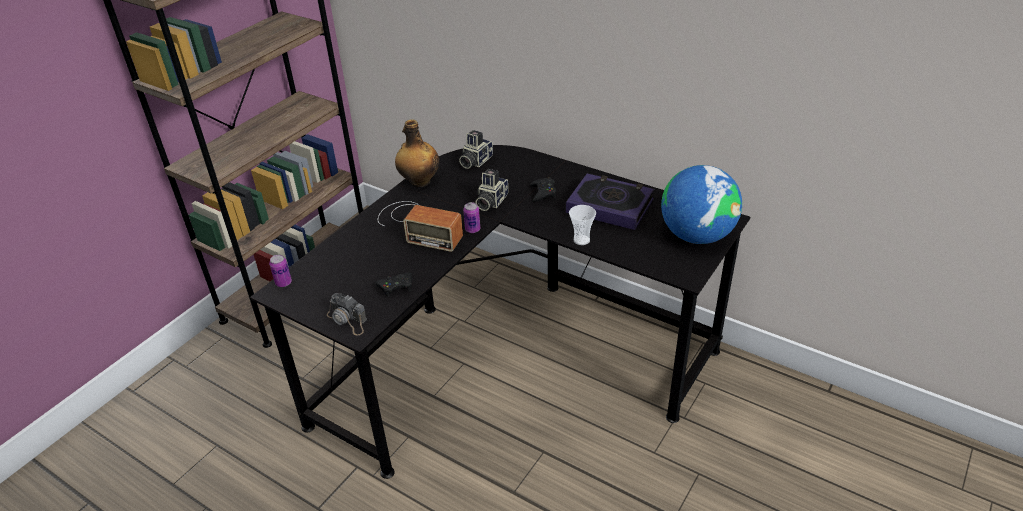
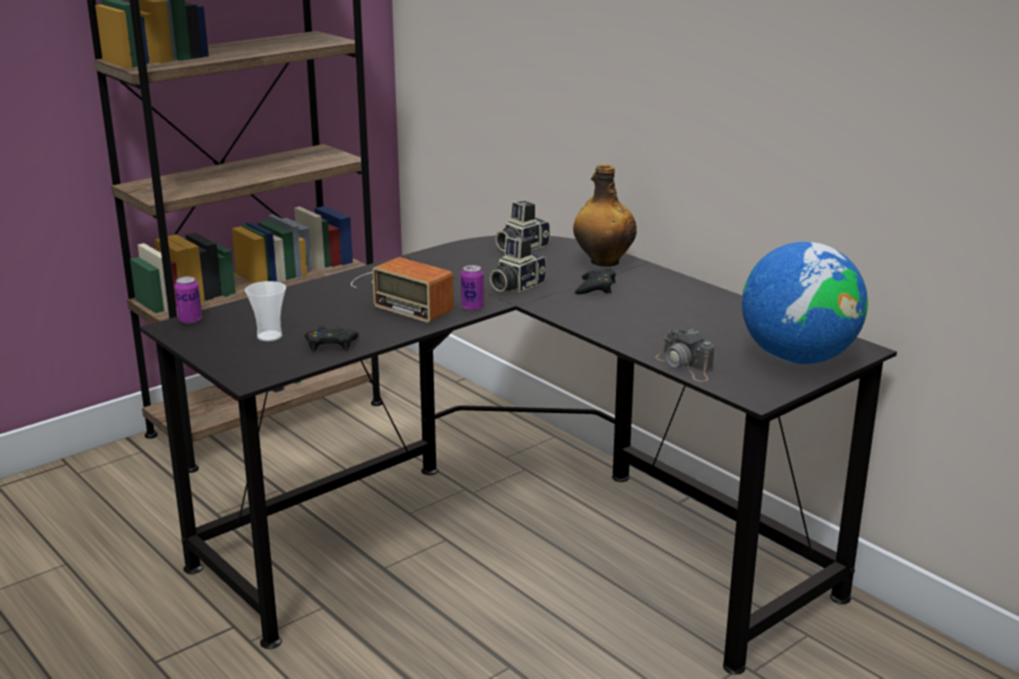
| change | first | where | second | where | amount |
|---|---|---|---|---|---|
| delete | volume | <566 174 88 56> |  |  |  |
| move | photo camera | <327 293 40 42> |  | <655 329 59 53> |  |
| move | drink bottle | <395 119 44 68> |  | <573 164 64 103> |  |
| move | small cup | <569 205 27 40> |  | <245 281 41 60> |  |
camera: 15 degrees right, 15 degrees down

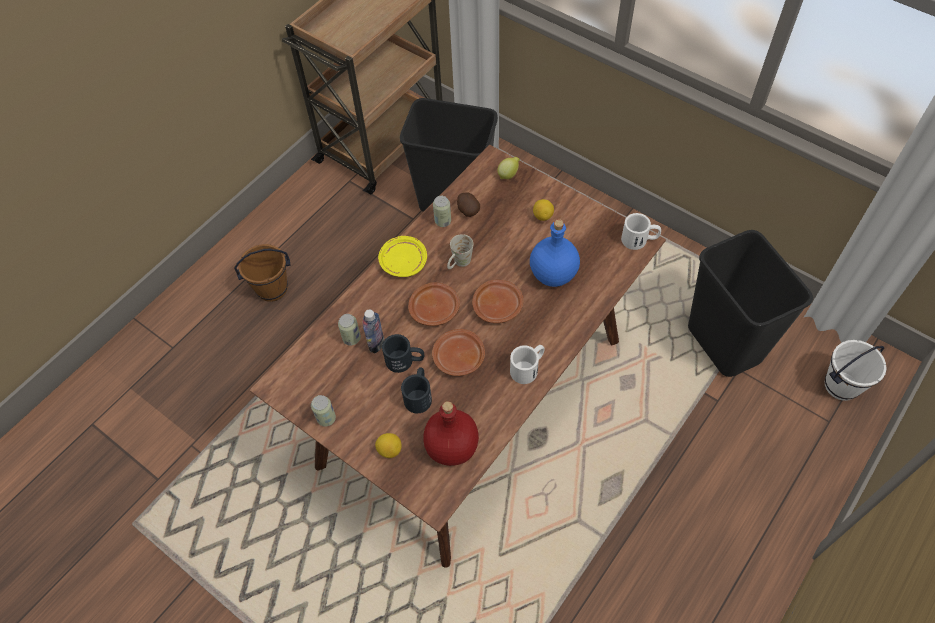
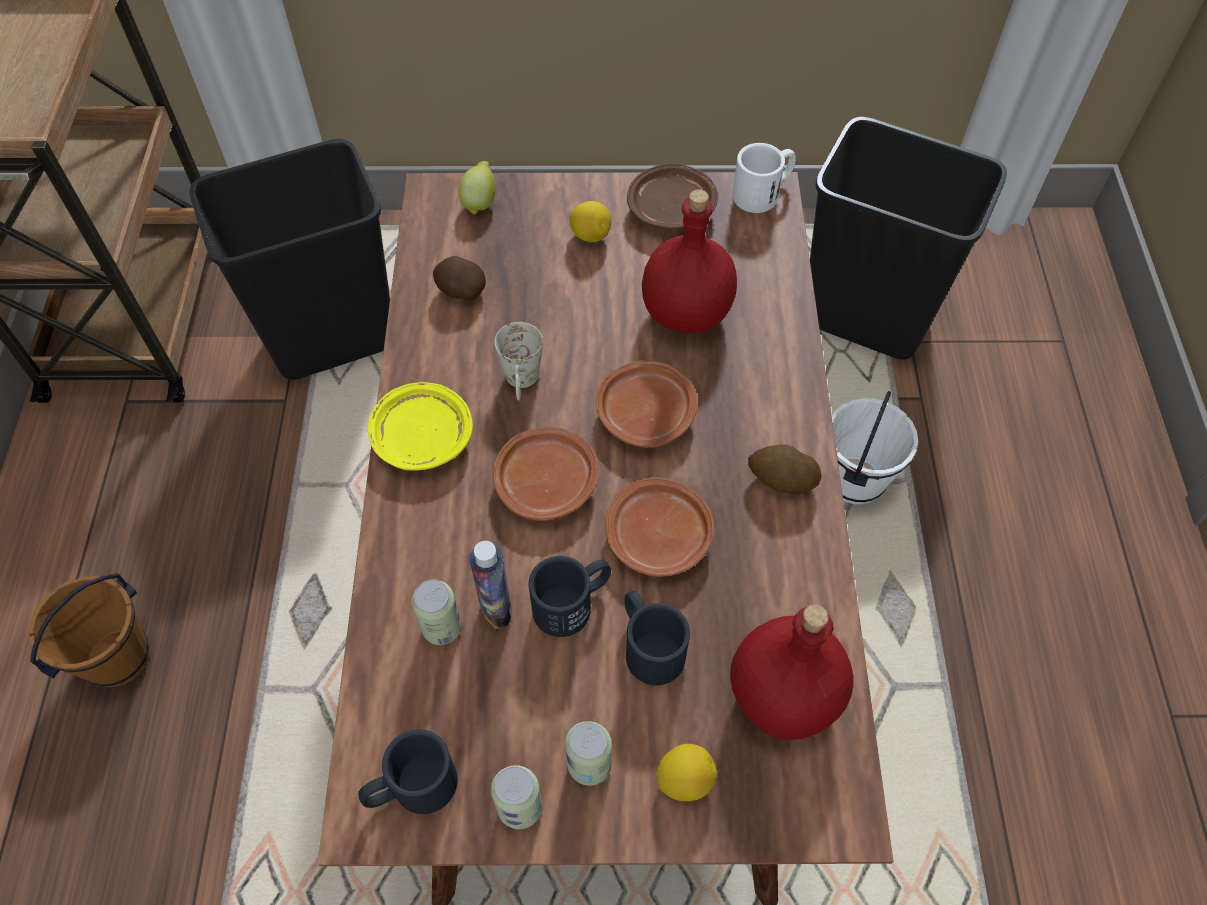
| change | first | where | second | where | amount |
|---|---|---|---|---|---|
| insert |  |  | mug/black-coloured | <358 729 100 85> |  |
| insert |  |  | dinner plate/brown-coloured | <627 163 91 67> |  |
| move | can | <433 196 18 31> |  | <565 721 47 65> |  |
| move | water bucket/white | <825 340 62 61> |  | <832 391 86 113> |  |
| replace | mug/white | <510 345 35 39> | spud | <748 445 74 49> |  |
| recolor | drink bottle/blue-coloured | <530 219 50 68> | drink bottle/red-coloured | <642 189 95 144> |  |
camera: 40 degrees left, 0 degrees up

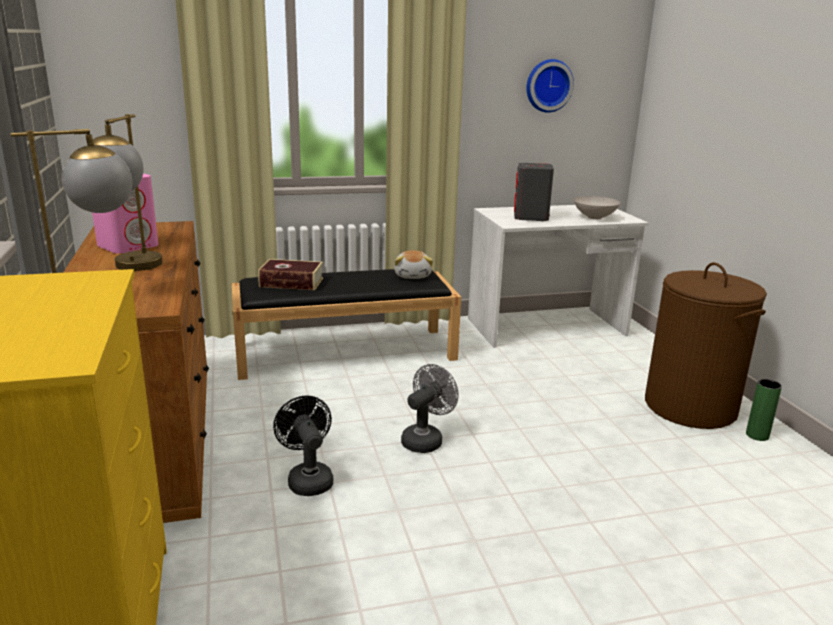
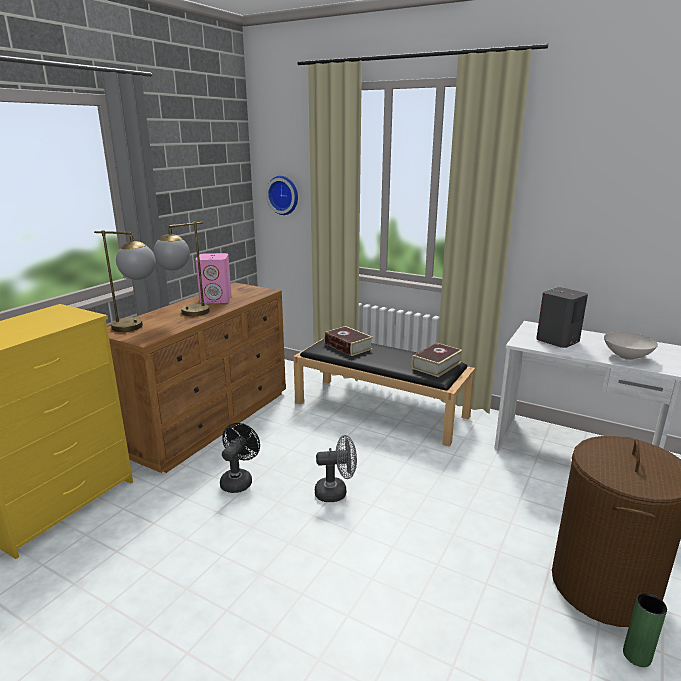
| change | first | where | second | where | amount |
|---|---|---|---|---|---|
| move | clock on the wall | <526 59 48 54> |  | <266 176 32 39> |  |
| replace | plush toy | <394 250 39 29> | volume | <412 343 51 34> |  |
camera: 45 degrees right, 0 degrees up

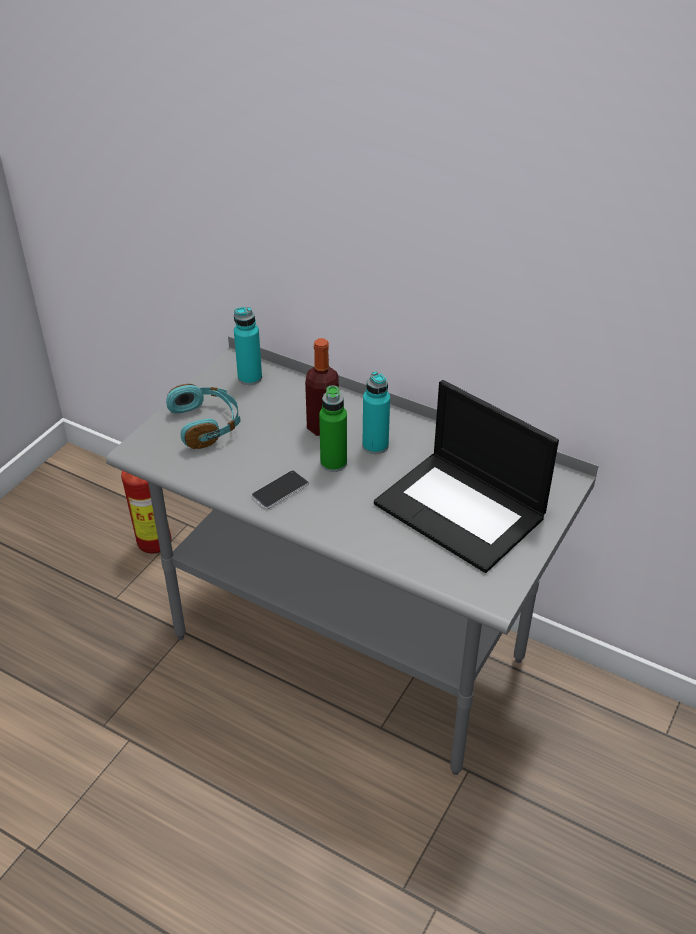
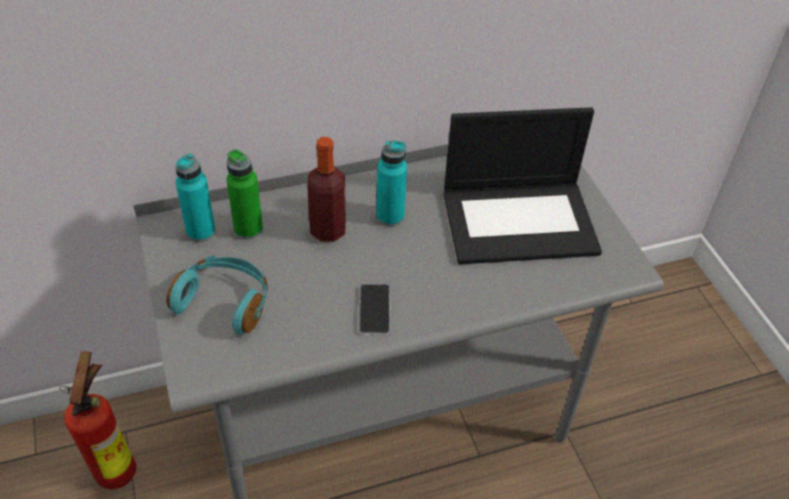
| change | first | where | second | where | amount |
|---|---|---|---|---|---|
| move | drink bottle/greenish | <319 385 28 87> |  | <226 149 37 90> |  |
camera: 50 degrees left, 5 degrees up

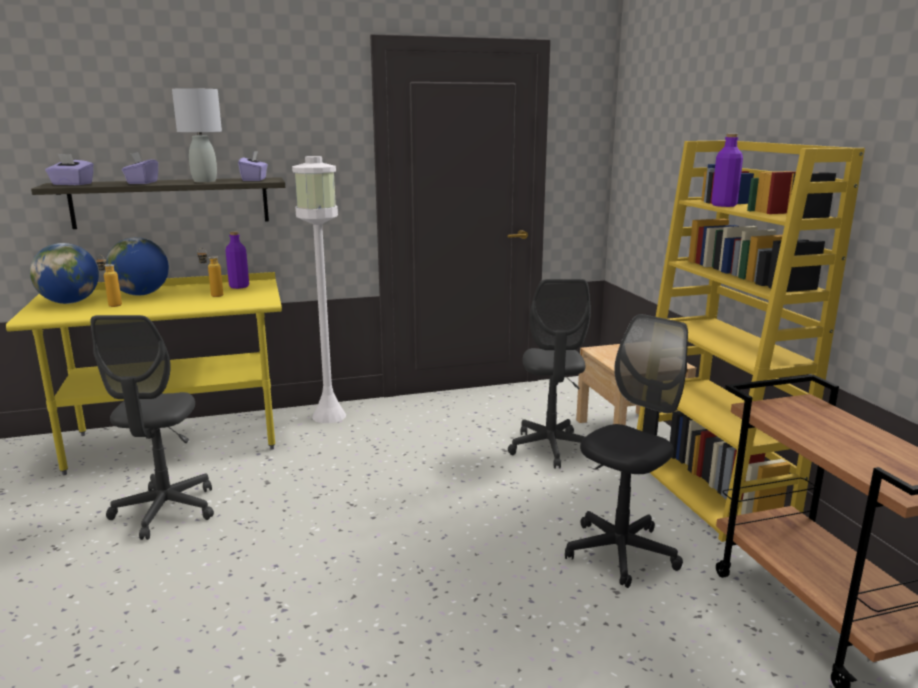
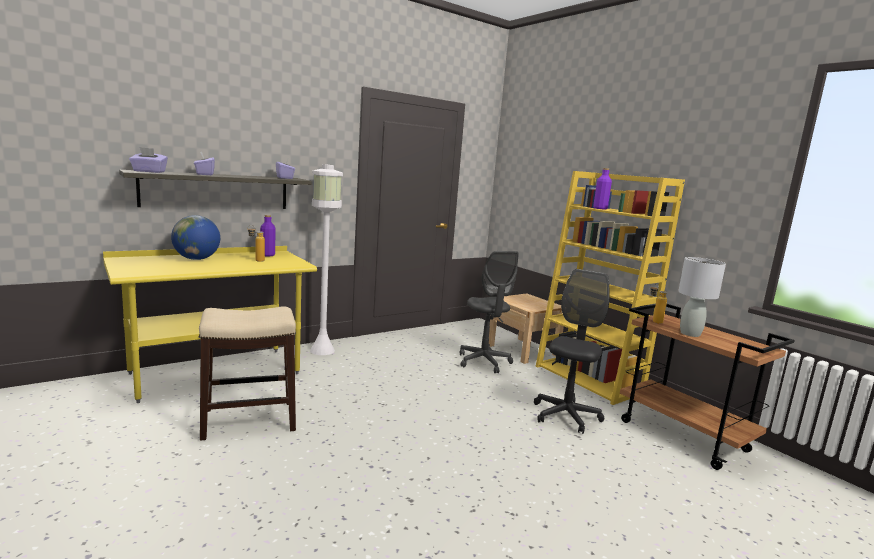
| change | first | where | second | where | amount |
|---|---|---|---|---|---|
| delete | desk globe | <30 243 69 61> |  |  |  |
| move | drink bottle | <96 255 26 52> |  | <650 284 17 40> |  |
| move | table lamp/greyish | <172 88 50 95> |  | <678 257 48 80> |  |
| replace | desk chair/greyish | <90 315 124 225> | stool seat | <199 306 97 134> |  |
camera: 20 degrees left, 5 degrees down

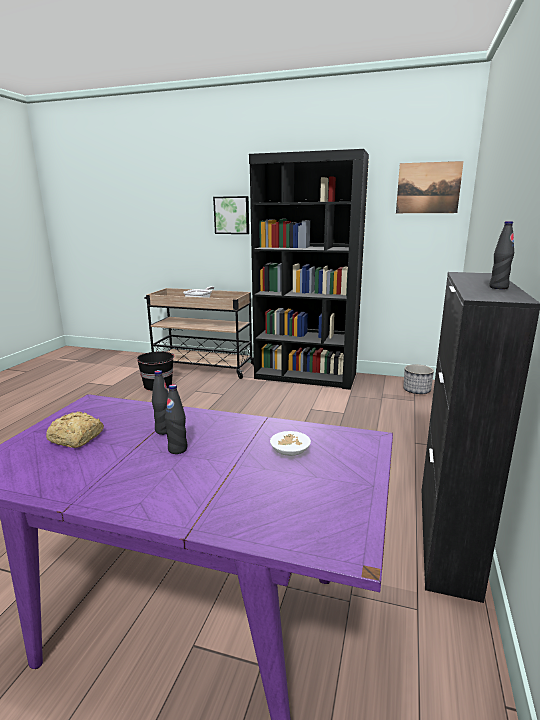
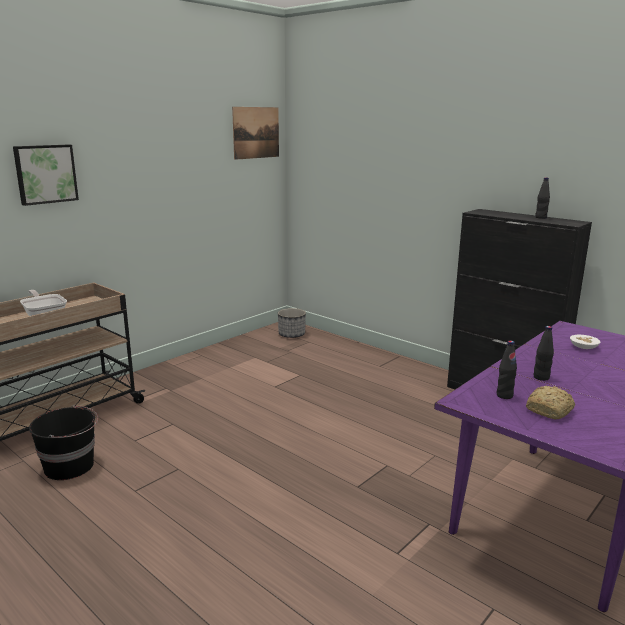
| change | first | where | second | where | amount |
|---|---|---|---|---|---|
| delete | bookcase/black-coloured | <249 149 120 241> |  |  |  |
| move | drink bottle/black-coloured | <165 384 22 70> |  | <497 341 20 58> |  |
camera: 65 degrees left, 0 degrees up

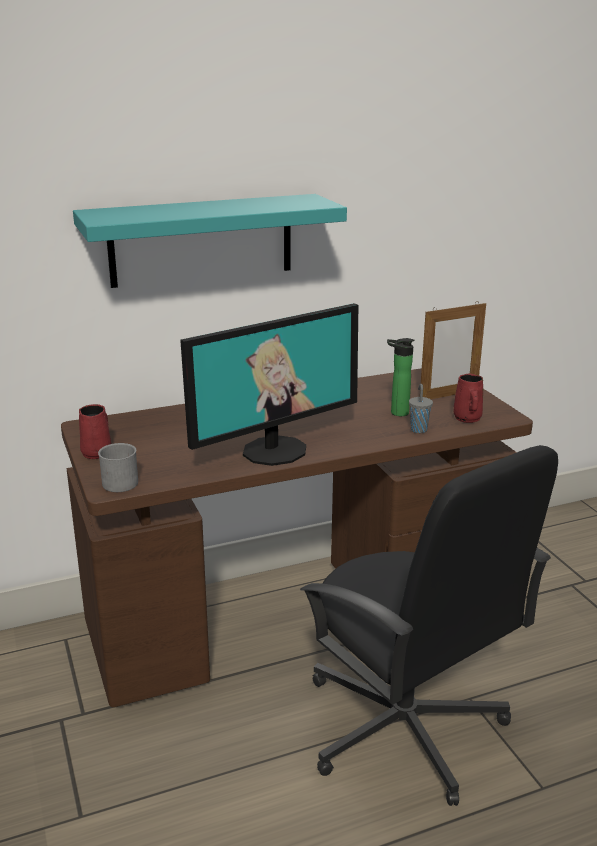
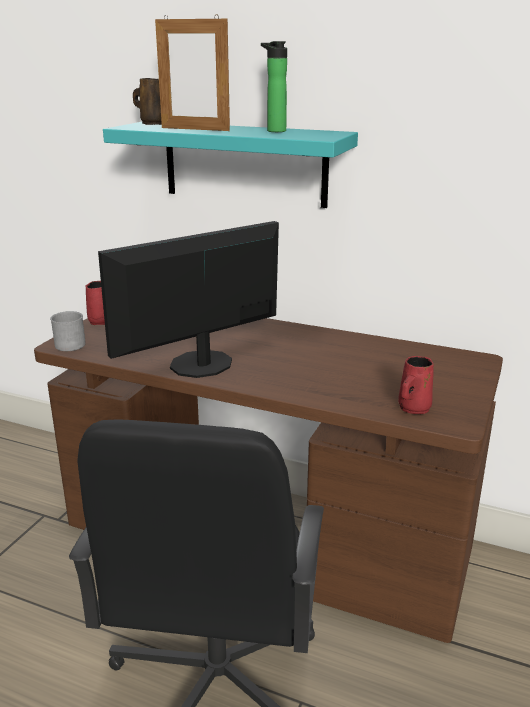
| change | first | where | second | where | amount |
|---|---|---|---|---|---|
| delete | small cup/greyish | <409 384 24 49> |  |  |  |
| insert |  |  | mug/brown-coloured | <133 78 29 47> |  |
| move | drink bottle | <387 338 27 78> |  | <261 41 26 91> |  |
| move | picture frame | <421 301 65 98> |  | <155 14 75 117> |  |
| rotate | computer display | <180 303 178 163> |  | <98 221 181 157> | 135 degrees clockwise |
camera: 45 degrees right, 0 degrees up

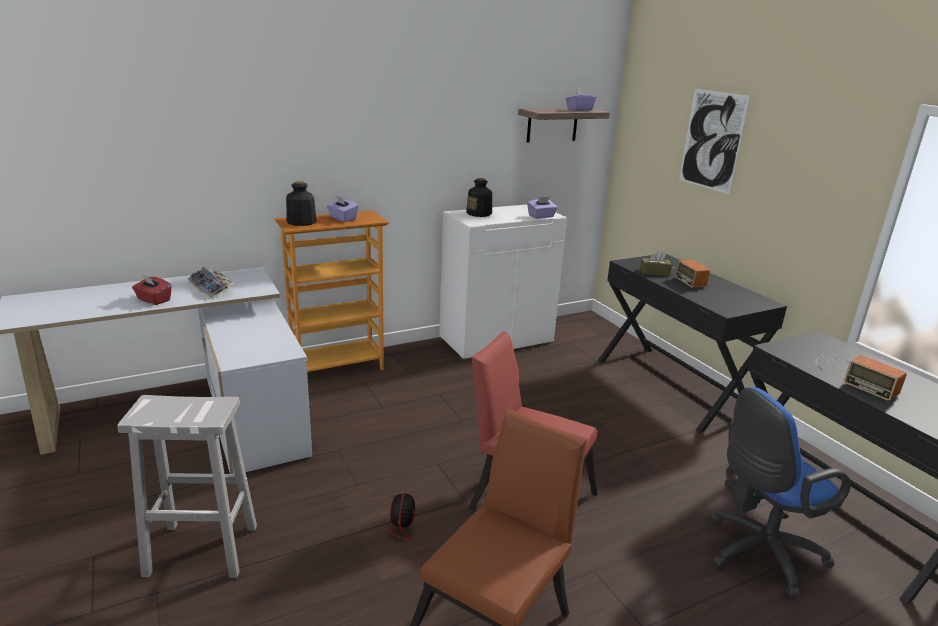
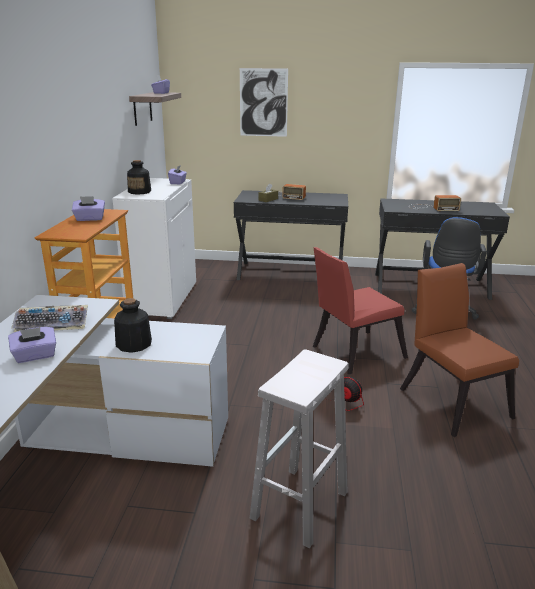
| change | first | where | second | where | amount |
|---|---|---|---|---|---|
| move | drink bottle | <286 181 31 45> |  | <114 298 38 55> |  |
| recolor | tissue holder/red-coloured | <132 274 40 31> | tissue holder/purple | <8 327 48 36> |  |
camera: 55 degrees left, 0 degrees up

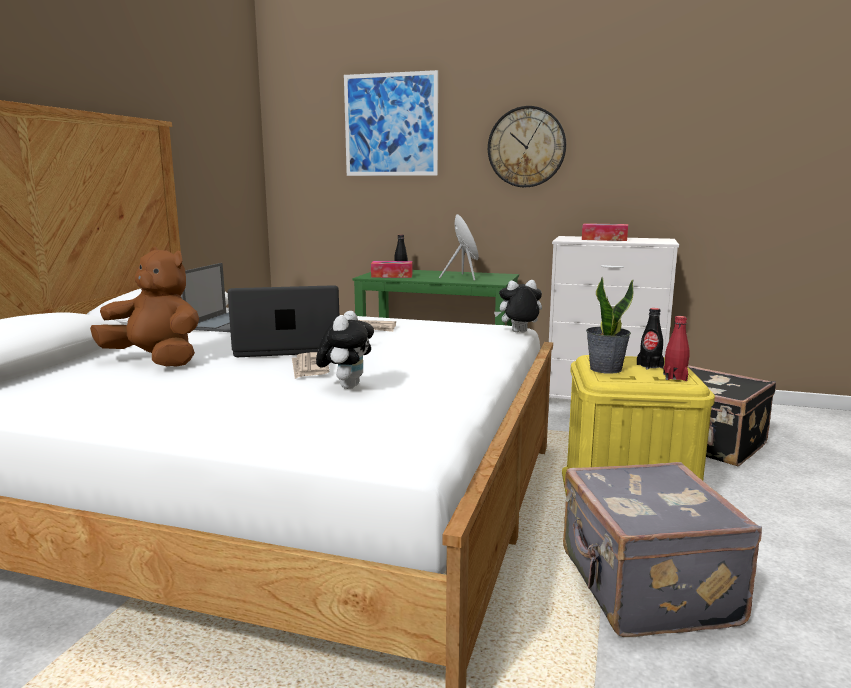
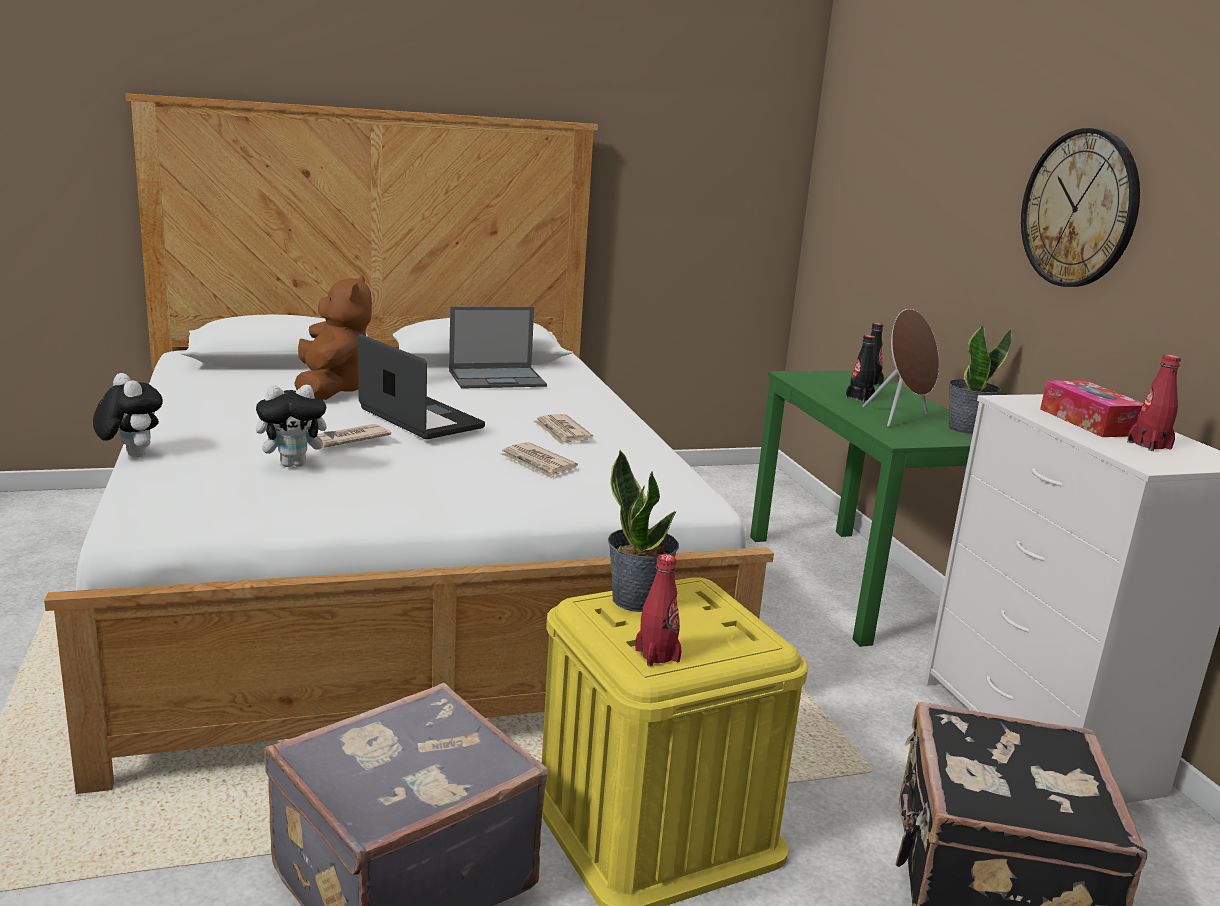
| change | first | where | second | where | amount |
|---|---|---|---|---|---|
| delete | picture | <344 70 94 106> |  |  |  |
| delete | tissue holder | <371 261 41 17> |  |  |  |
| insert |  |  | printed paper | <500 442 78 36> |  |
| insert |  |  | houseplant | <948 325 64 110> |  |
| insert |  |  | drink bottle/red-coloured | <1127 354 54 97> |  |
| move | plush toy | <494 280 48 52> |  | <93 373 70 84> |  |
| move | drink bottle/black-coloured | <637 308 27 62> |  | <846 335 30 68> |  |
camera: 55 degrees right, 5 degrees up

